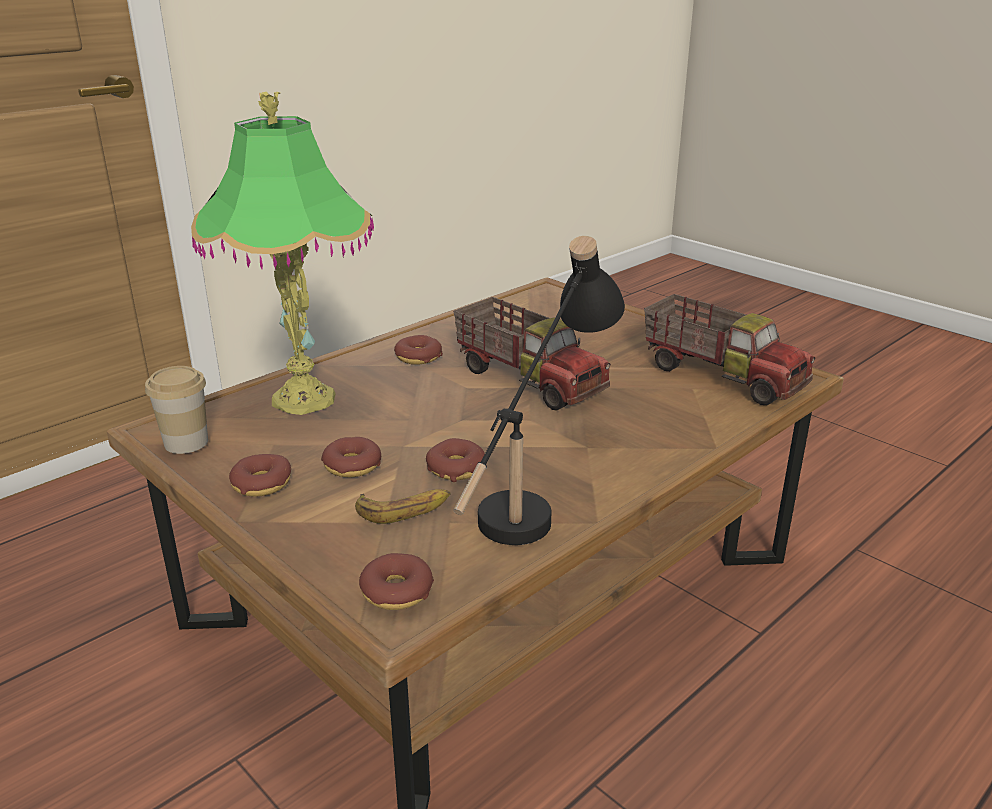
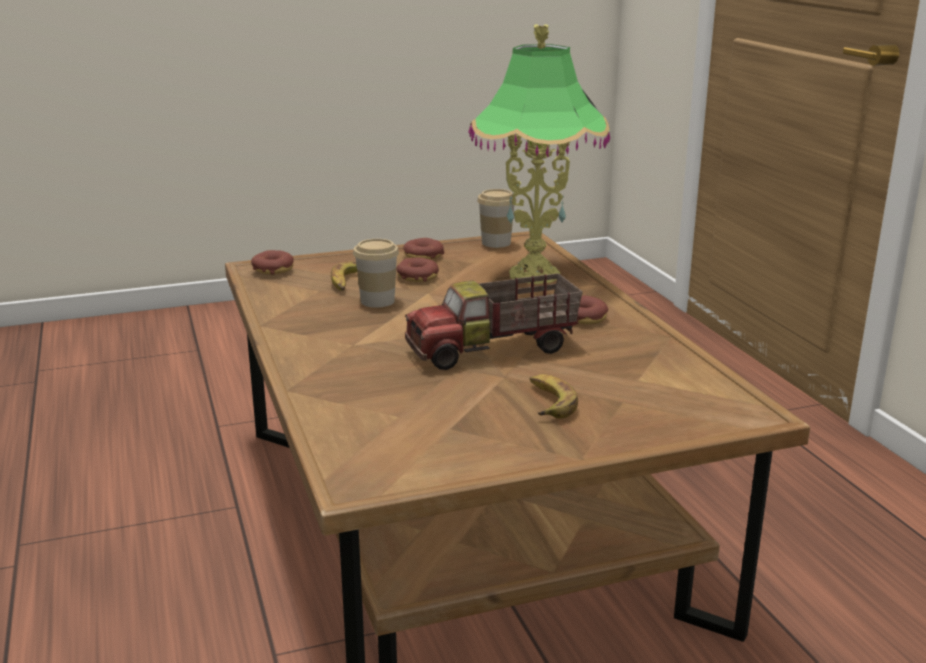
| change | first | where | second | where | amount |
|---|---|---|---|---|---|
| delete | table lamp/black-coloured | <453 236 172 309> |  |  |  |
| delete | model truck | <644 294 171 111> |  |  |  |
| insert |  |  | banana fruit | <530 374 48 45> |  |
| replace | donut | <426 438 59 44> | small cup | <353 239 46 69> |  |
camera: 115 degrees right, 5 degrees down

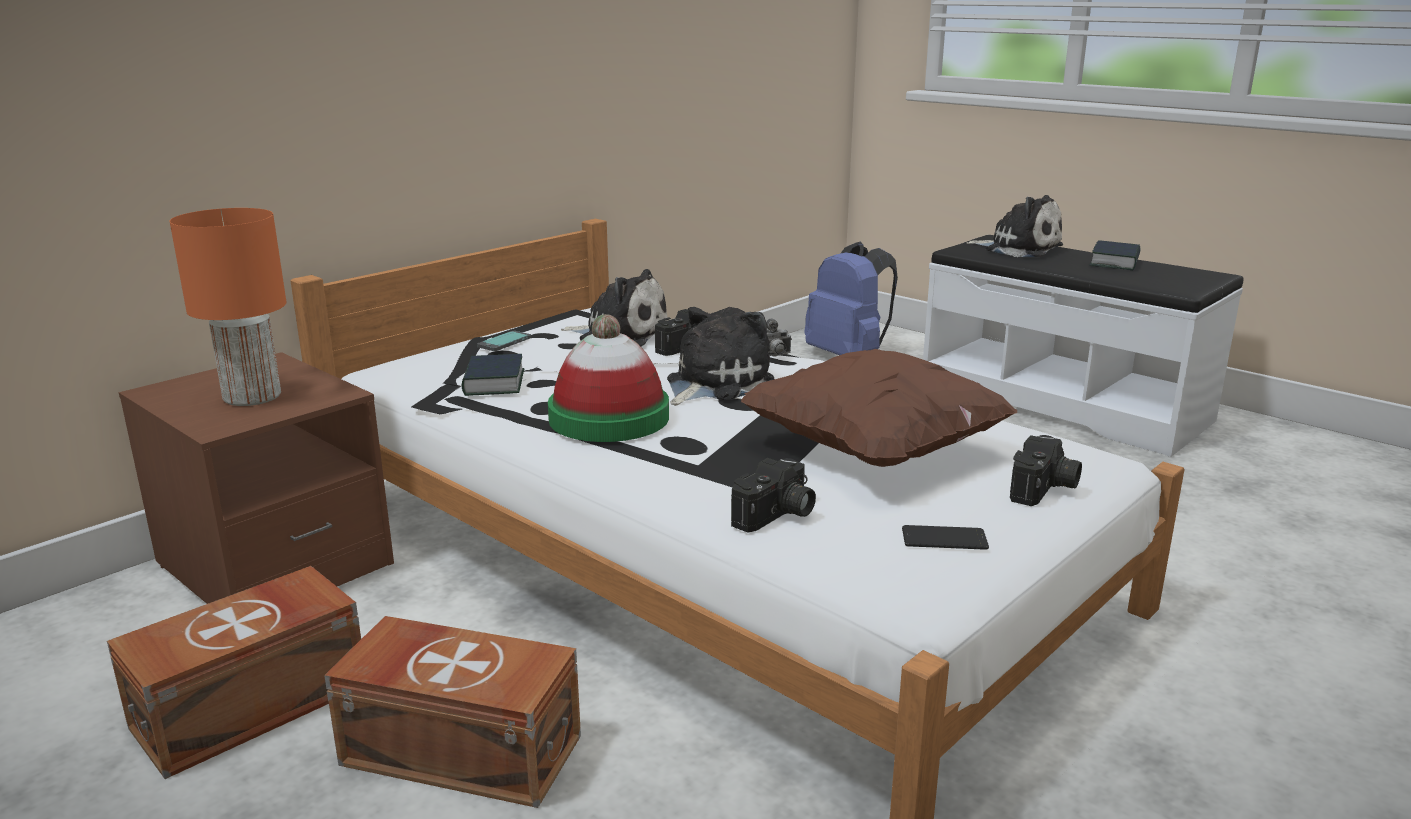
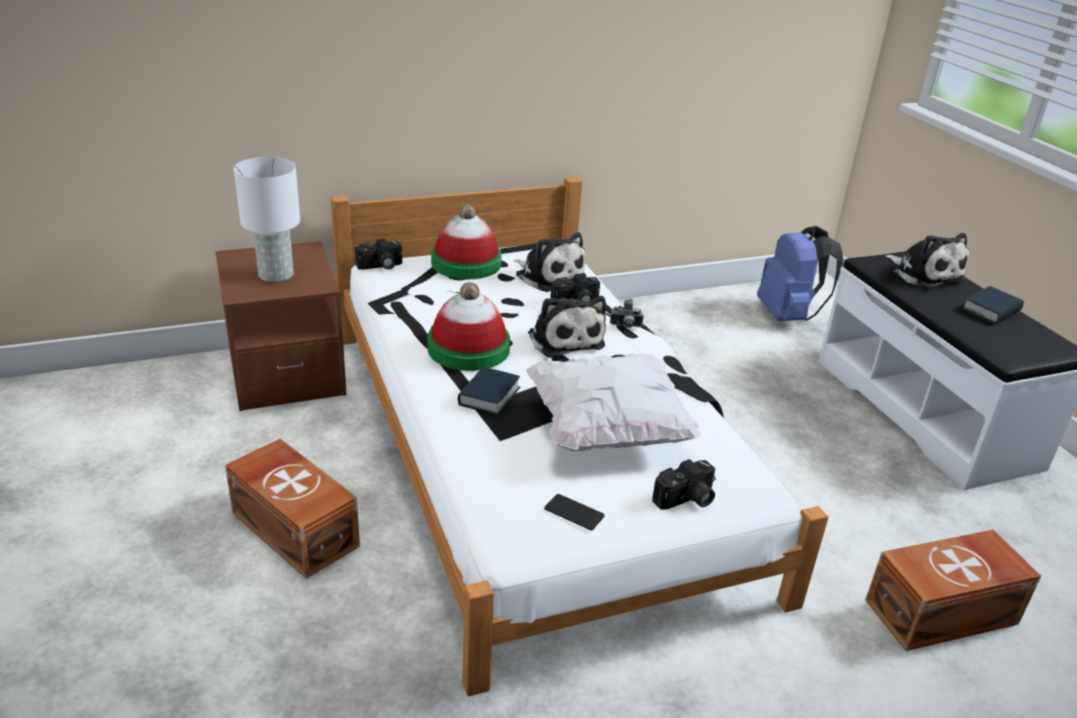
| change | first | where | second | where | amount |
|---|---|---|---|---|---|
| move | storage box/brown-coloured | <107 566 254 213> |  | <865 530 176 121> |  |
| move | volume | <462 354 63 42> |  | <458 367 62 48> |  |
| move | photo camera | <731 458 85 75> |  | <355 238 47 32> |  |
| replace | phone | <477 331 54 20> | clothing hat | <431 204 71 75> |  |
| recolor | table lamp/orange | <169 208 117 198> | table lamp/white | <234 157 66 125> |  |
| recolor | throw pillow/brown-coloured | <741 349 276 118> | throw pillow/white | <526 353 174 98> |  |
| rotate | plush toy | <667 307 107 99> |  | <528 296 78 62> | 90 degrees clockwise |
camera: 25 degrees right, 10 degrees up

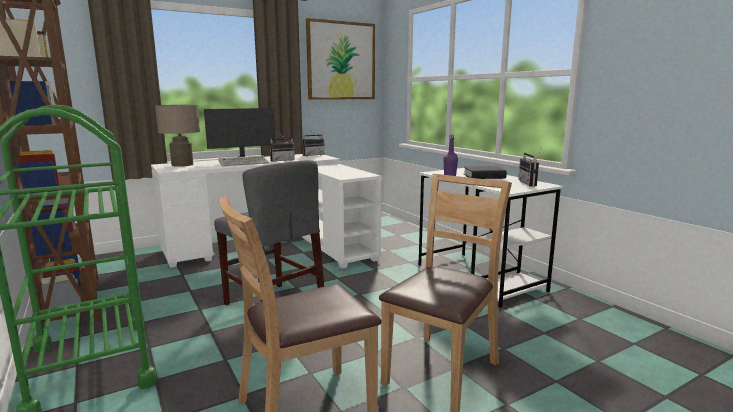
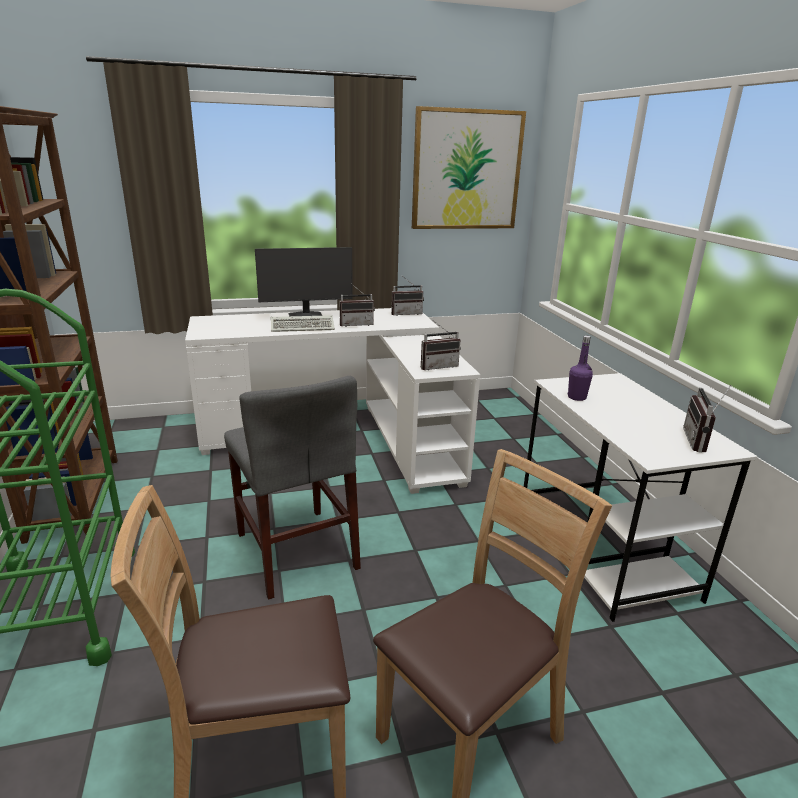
| change | first | where | second | where | amount |
|---|---|---|---|---|---|
| delete | table lamp/sand-coloured | <155 105 45 62> |  |  |  |
| delete | volume/black-coloured | <464 166 43 13> |  |  |  |
| insert |  |  | radio | <421 321 40 49> |  |
camera: 15 degrees right, 10 degrees up

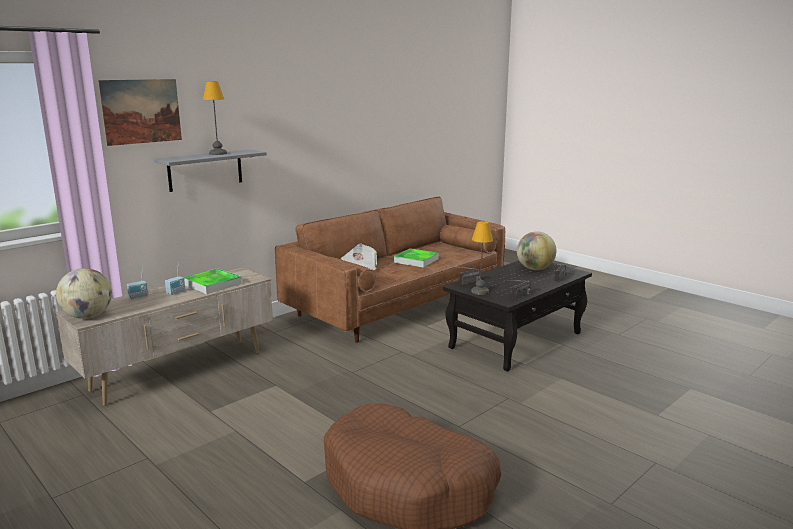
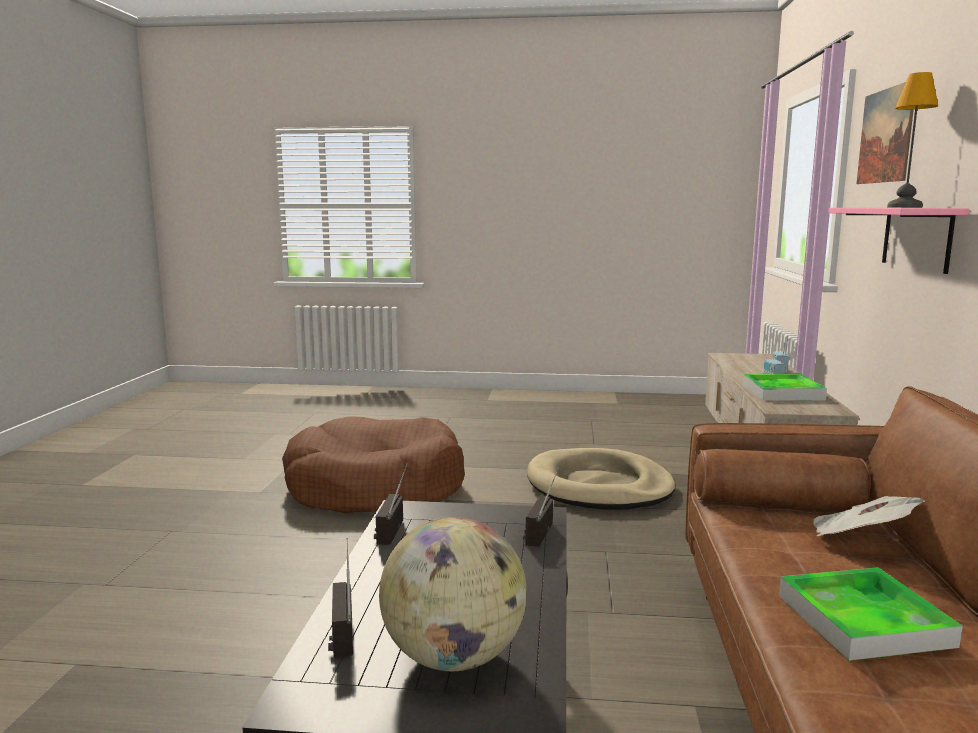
| change | first | where | second | where | amount |
|---|---|---|---|---|---|
| delete | desk globe | <56 268 56 51> |  |  |  |
| delete | table lamp | <471 221 22 74> |  |  |  |
| insert |  |  | dog bed/sand-coloured | <527 448 149 62> |  |
| recolor | shelf/greyish | <153 149 114 43> | shelf/pinkish | <828 208 141 66> |  |
camera: 140 degrees right, 5 degrees down

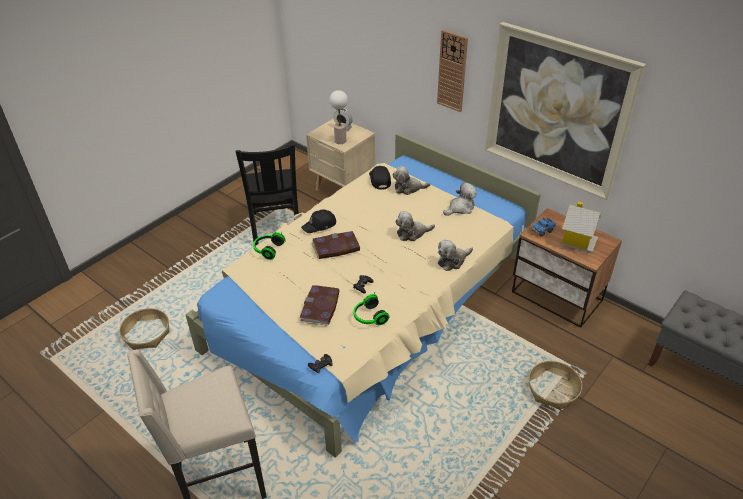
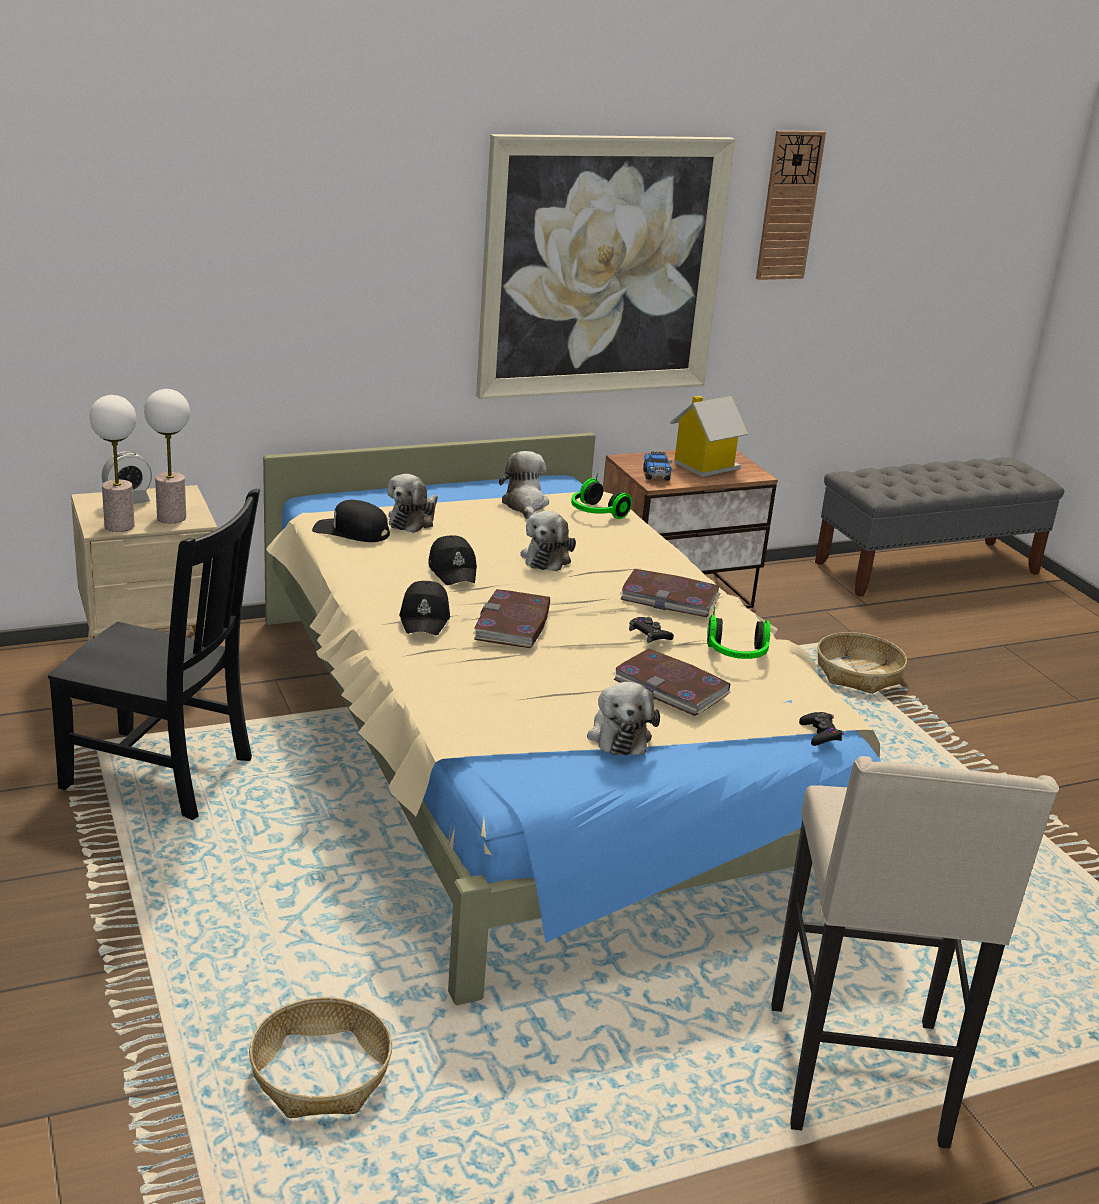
| change | first | where | second | where | amount |
|---|---|---|---|---|---|
| insert |  |  | table lamp | <90 395 46 137> |  |
| insert |  |  | peaked cap/black-coloured | <428 535 49 50> |  |
| insert |  |  | volume | <619 569 101 48> |  |
| move | headphones | <253 232 33 28> |  | <571 473 61 46> |  |
| move | clock on the wall | <437 30 31 82> |  | <756 131 70 149> |  |
| move | plush toy | <438 240 35 31> |  | <587 682 73 73> |  |
camera: 65 degrees left, 15 degrees down

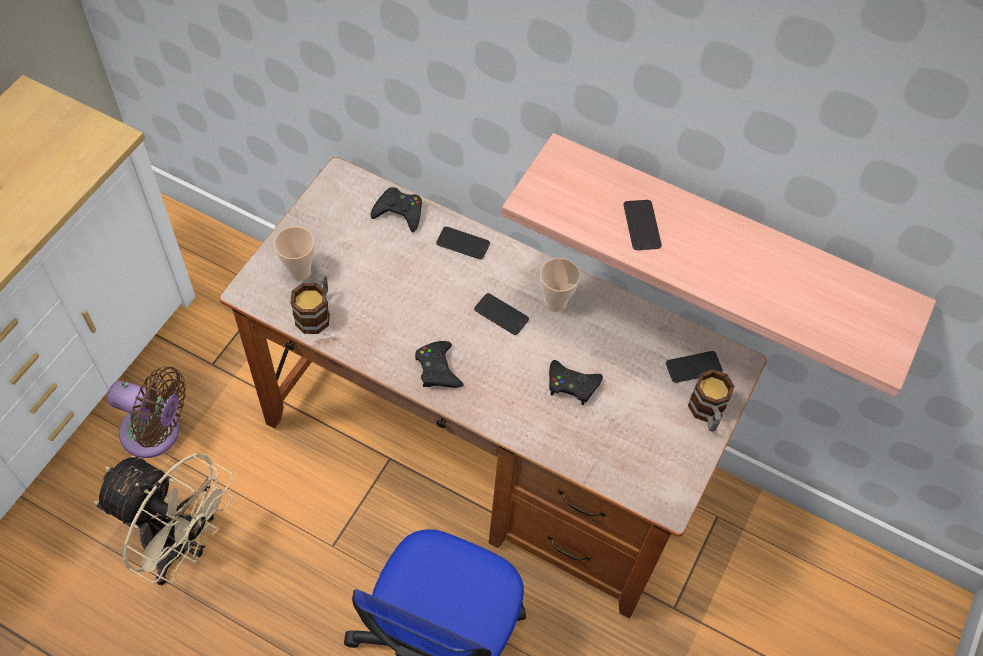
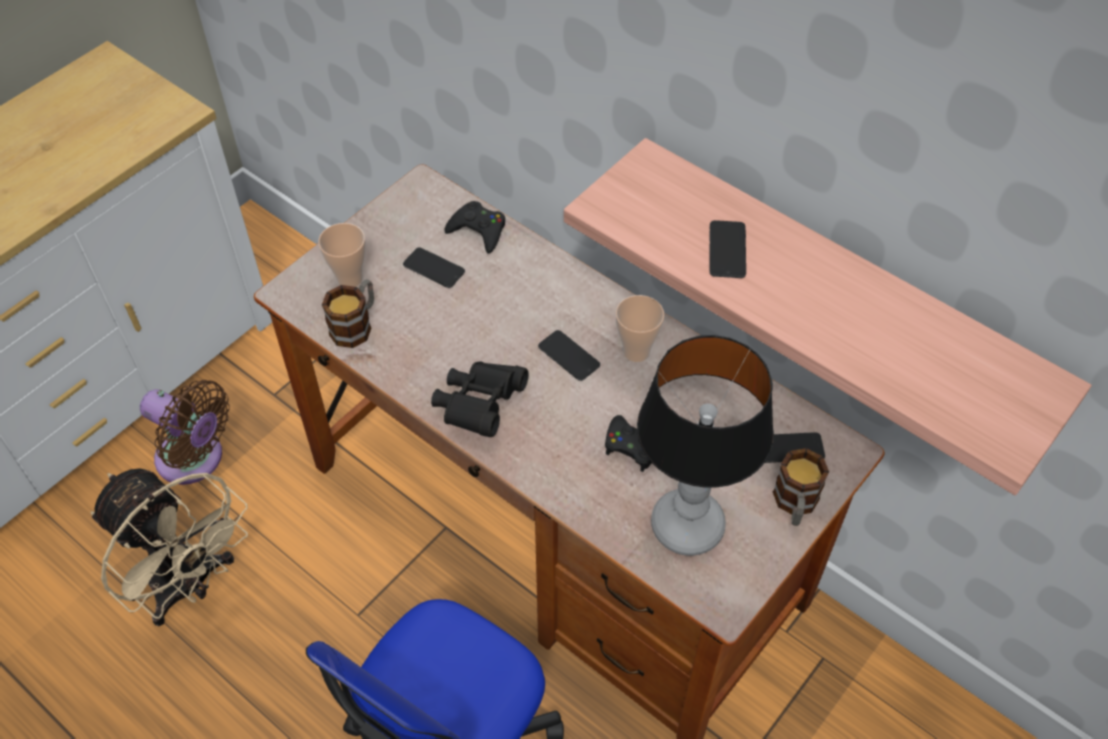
| change | first | where | second | where | amount |
|---|---|---|---|---|---|
| insert |  |  | table lamp | <637 335 137 221> |  |
| move | phone | <436 227 54 32> |  | <403 247 62 41> |  |
| replace | game controller/black-coloured | <415 341 49 47> | pair of binoculars/black-coloured | <431 361 98 76> |  |
camera: 15 degrees right, 5 degrees down

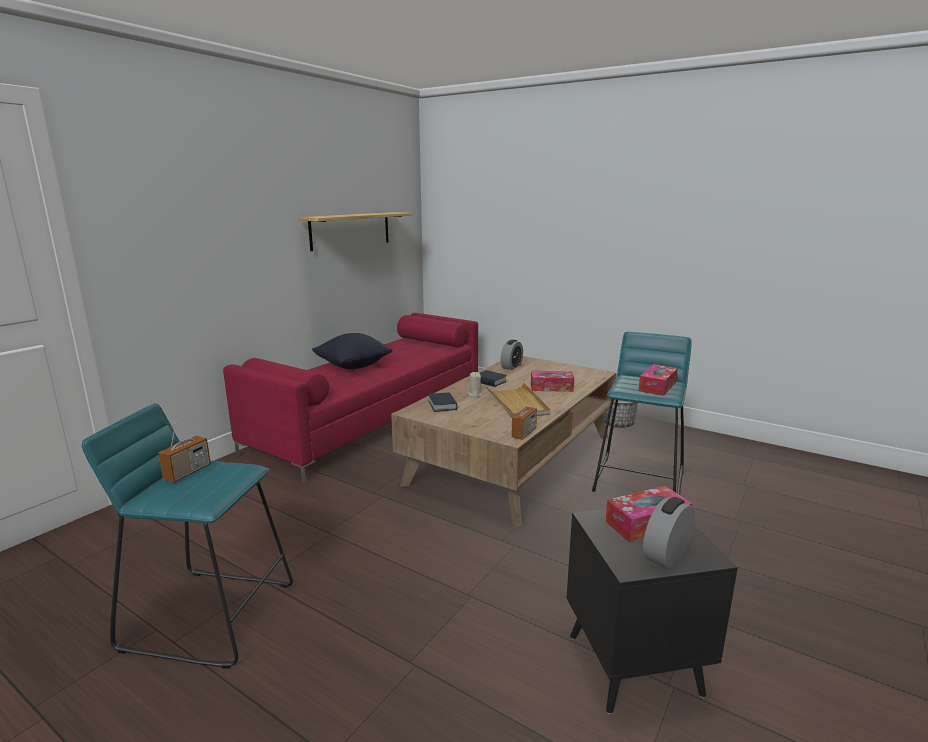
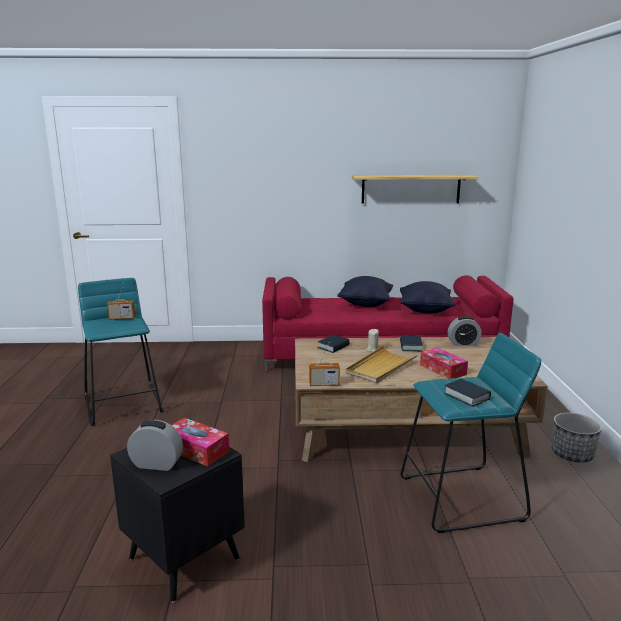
| change | first | where | second | where | amount |
|---|---|---|---|---|---|
| insert |  |  | throw pillow/black-coloured | <400 281 55 32> |  |
| replace | tissue holder | <638 364 40 32> | volume | <444 379 47 28> |  |
camera: 55 degrees right, 0 degrees up

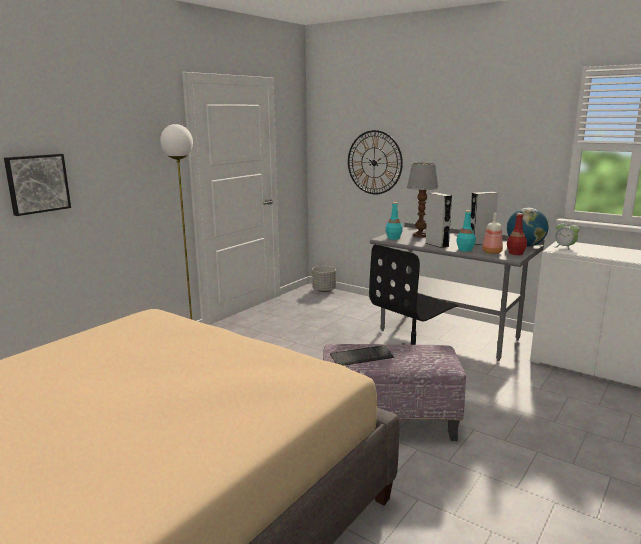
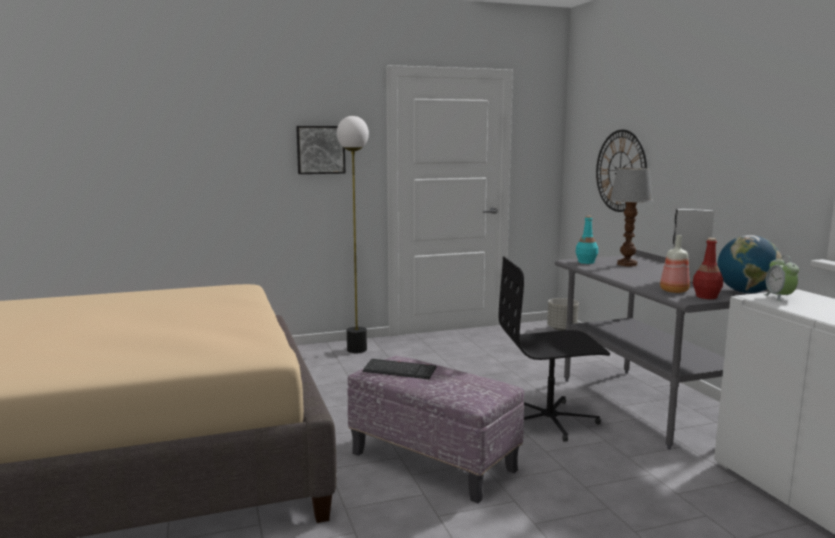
| change | first | where | second | where | amount |
|---|---|---|---|---|---|
| delete | loudspeaker/greyish | <426 192 26 56> |  |  |  |
| delete | drink bottle/turquoise-coloured | <456 210 20 42> |  |  |  |
| move | picture | <4 154 67 62> |  | <296 126 50 48> |  |
camera: 35 degrees right, 5 degrees down

